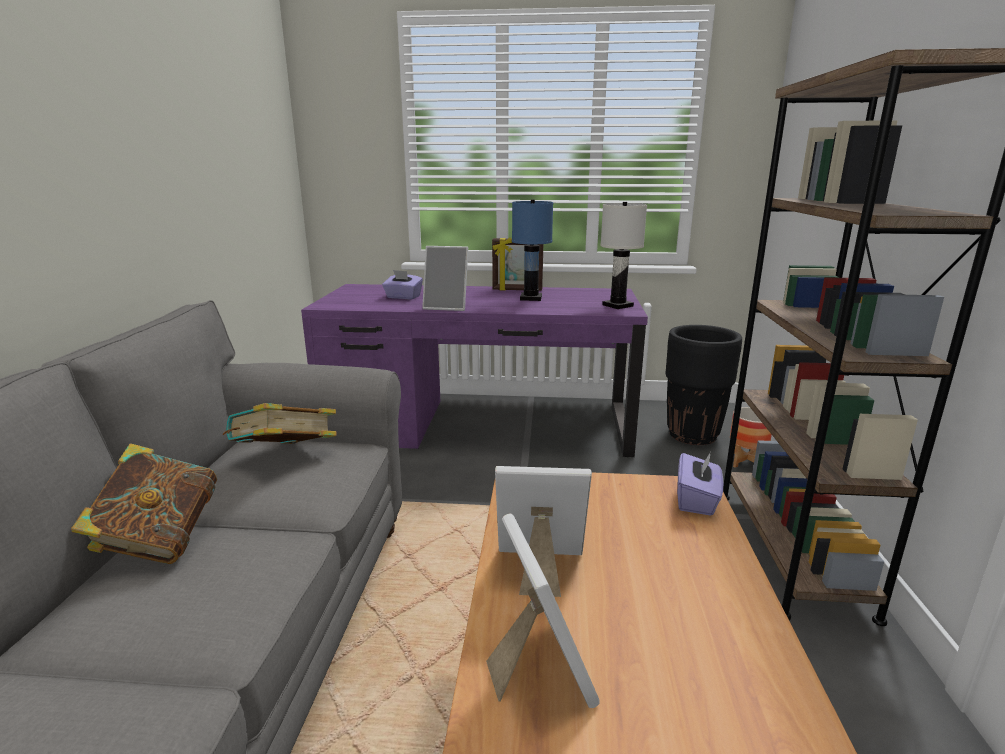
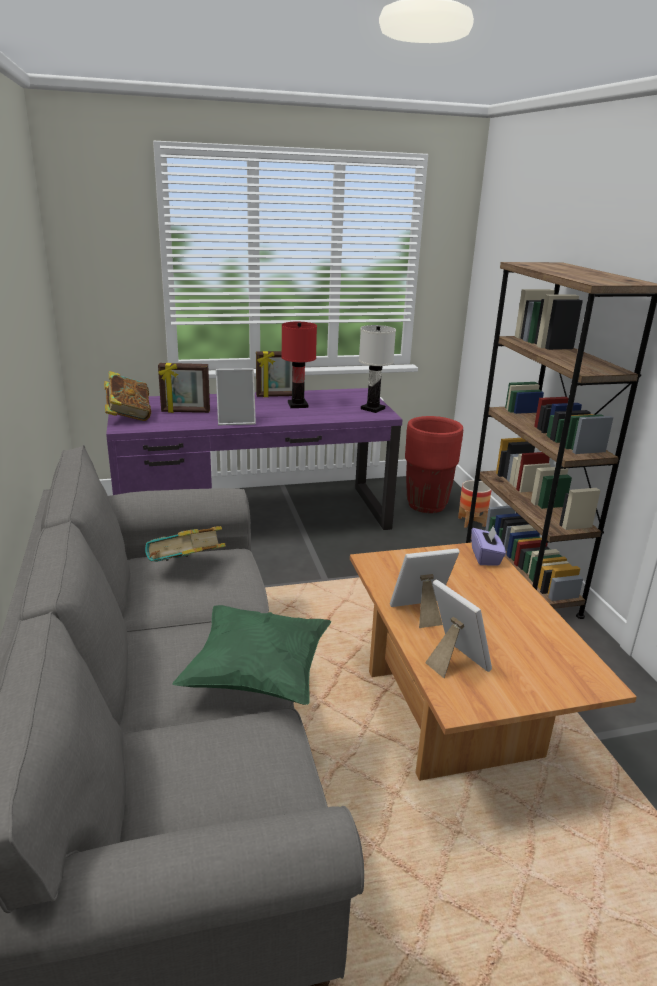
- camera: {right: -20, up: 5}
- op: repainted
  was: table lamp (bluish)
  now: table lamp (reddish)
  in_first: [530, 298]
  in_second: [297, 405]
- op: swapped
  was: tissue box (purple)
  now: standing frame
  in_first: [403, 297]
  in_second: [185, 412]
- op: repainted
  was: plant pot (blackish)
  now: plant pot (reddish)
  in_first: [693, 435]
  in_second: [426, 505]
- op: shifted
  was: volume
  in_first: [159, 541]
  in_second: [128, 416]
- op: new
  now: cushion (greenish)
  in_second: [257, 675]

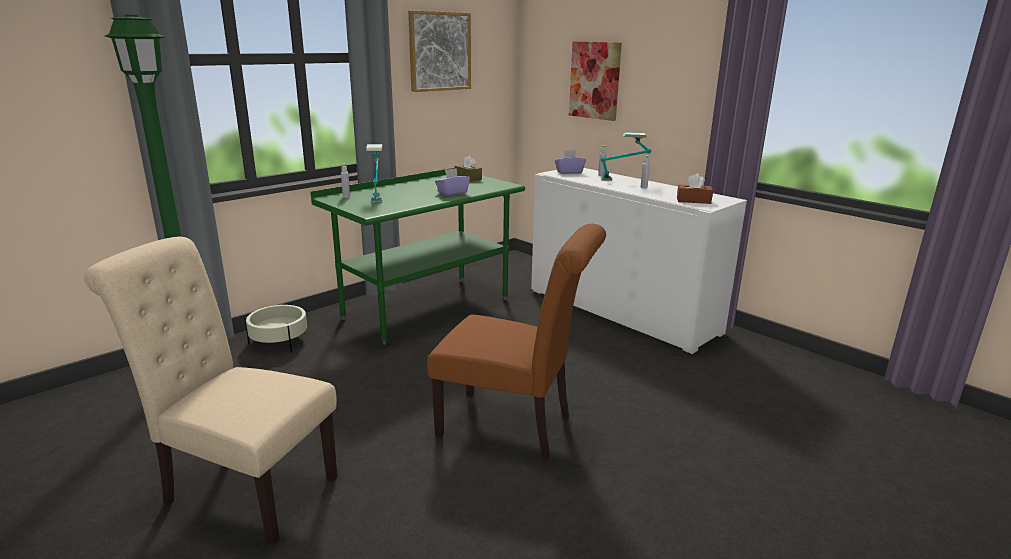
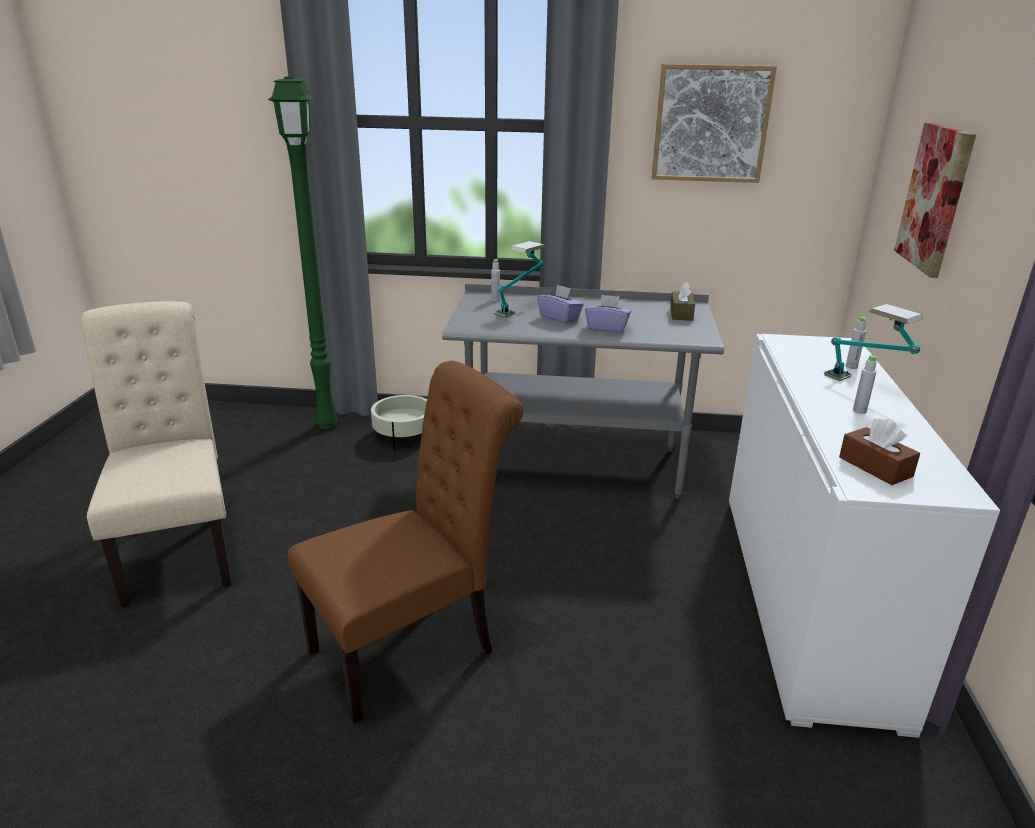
- camera: {right: 50, up: 5}
- op: shifted
  was: tissue box (purple)
  in_first: [569, 172]
  in_second: [559, 318]
- op: repainted
  was: desk (greenish)
  now: desk (gray)
  in_first: [427, 308]
  in_second: [574, 465]
- op: rotated
  was: chair (brown-coloured)
  in_first: [513, 427]
  in_second: [412, 647]
  clockwise: -105

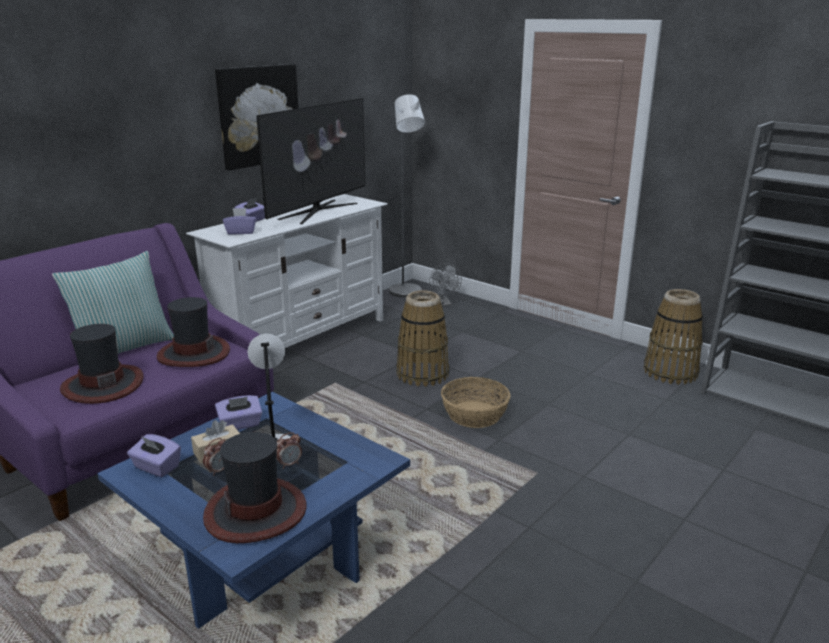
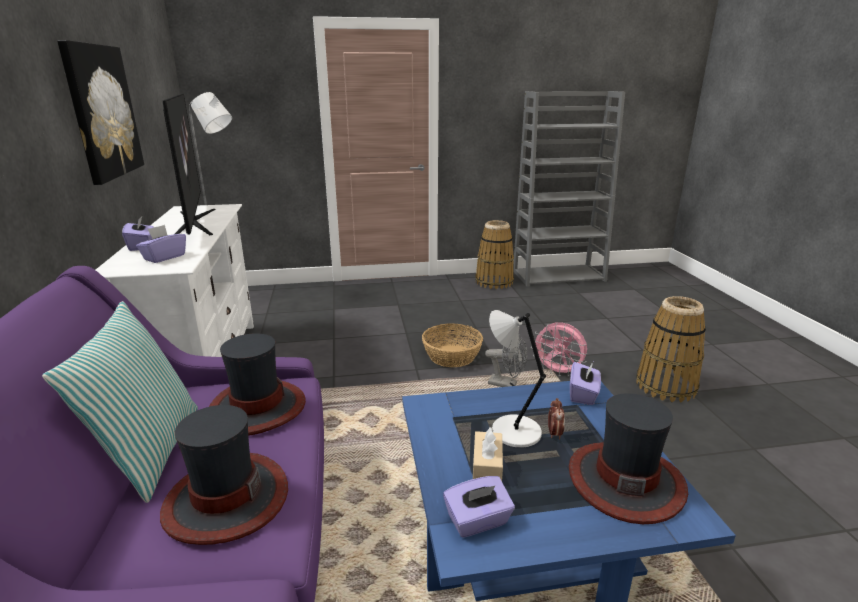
- camera: {right: -50, up: 0}
- op: shifted
  was: electric fan (gray)
  in_first: [444, 304]
  in_second: [507, 384]
- op: shifted
  was: basket
  in_first: [422, 374]
  in_second: [666, 386]
- op: shifted
  was: tissue box (purple)
  in_first: [240, 424]
  in_second: [583, 394]
- op: gone
  was: alarm clock
  in_first: [218, 470]
- op: new
  now: electric fan (pink-coloured)
  in_second: [558, 372]

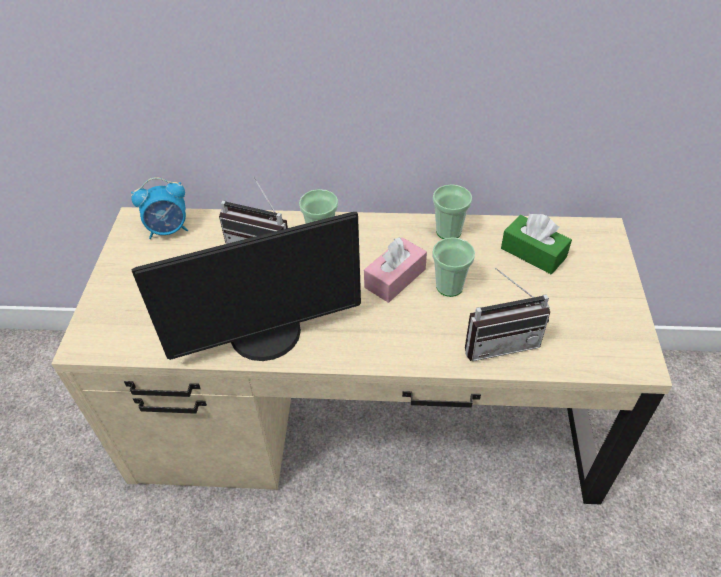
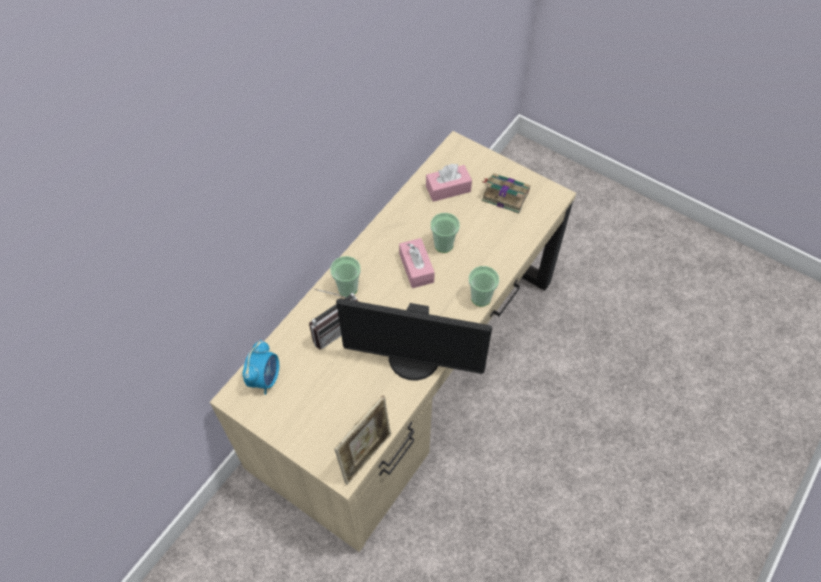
- camera: {right: -60, up: 10}
- op: shifted
  was: cup
  in_first: [448, 231]
  in_second: [481, 298]
- op: rotated
  was: computer display
  in_first: [266, 335]
  in_second: [413, 360]
  clockwise: 90
- op: repainted
  was: tissue box (greenish)
  now: tissue box (pink-coloured)
  in_first: [533, 253]
  in_second: [448, 189]
- op: gone
  was: radio
  in_first: [499, 341]
- op: new
  now: volume
  in_second: [504, 194]
- op: new
  now: standing frame
  in_second: [366, 456]

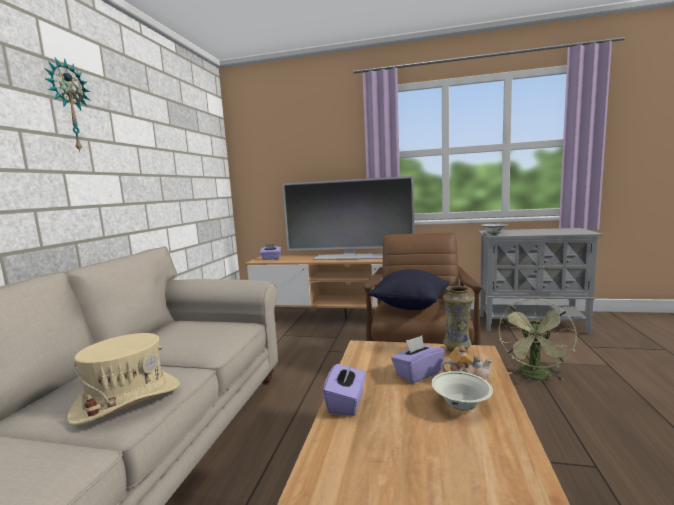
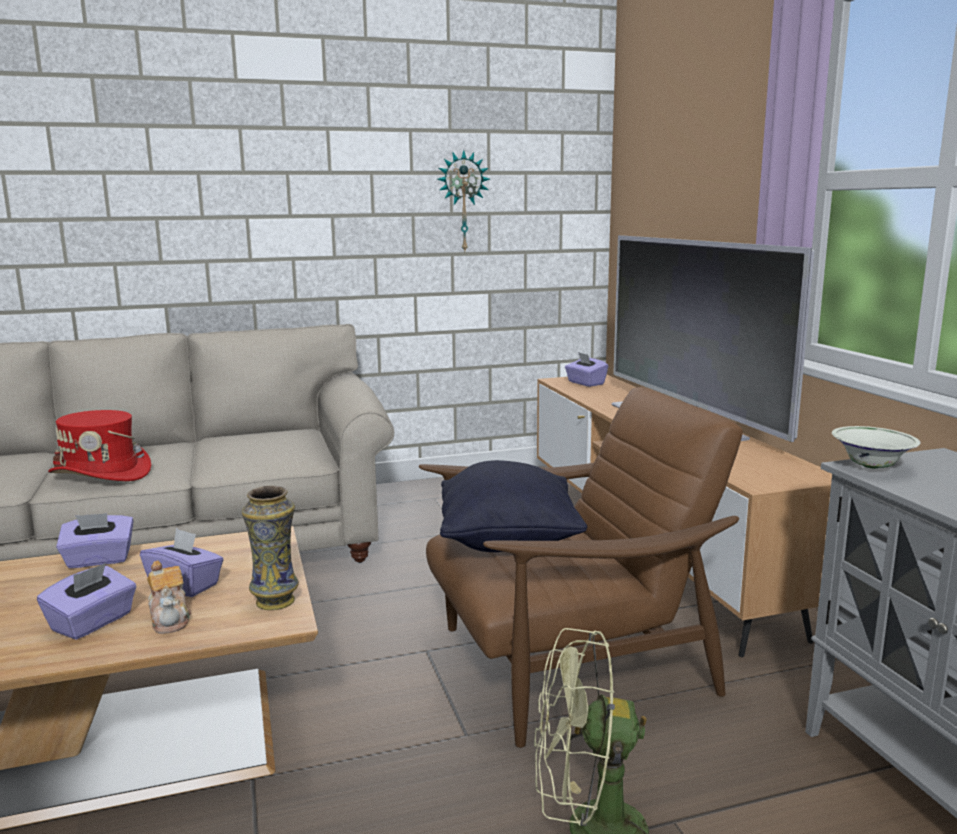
- camera: {right: 60, up: 5}
- op: shifted
  was: wall clock
  in_first: [69, 106]
  in_second: [462, 202]
- op: repainted
  was: clothing hat (sand-coloured)
  now: clothing hat (reddish)
  in_first: [127, 400]
  in_second: [102, 473]
- op: swapped
  was: serving bowl (whitish)
  now: tissue box (purple)
  in_first: [460, 406]
  in_second: [93, 623]

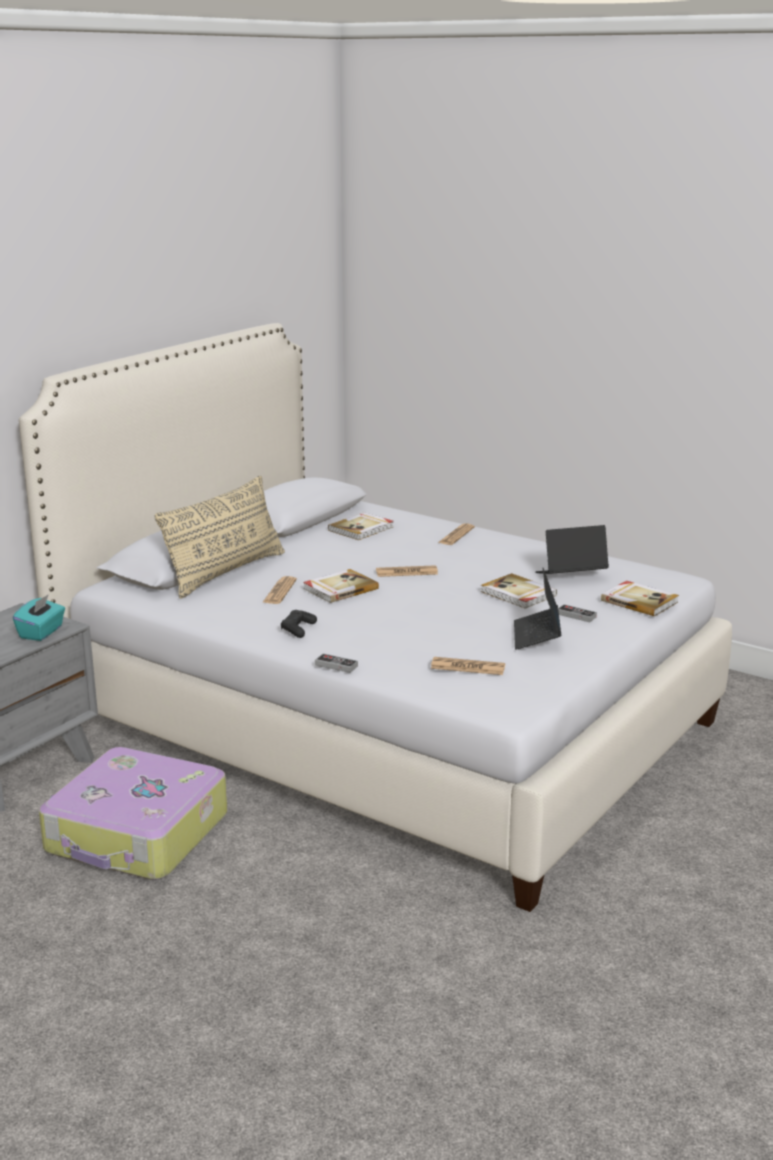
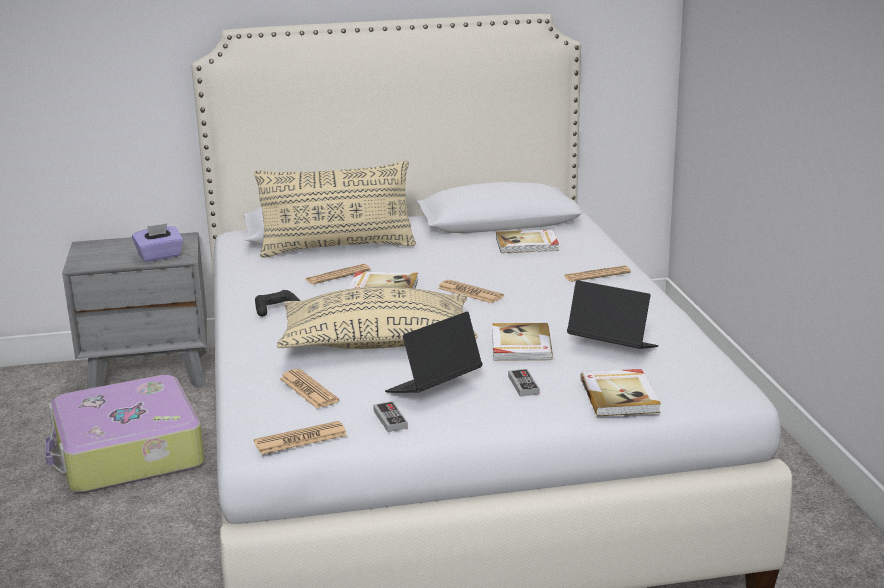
- camera: {right: 45, up: 0}
- op: repainted
  was: tissue box (blue-green)
  now: tissue box (purple)
  in_first: [41, 632]
  in_second: [160, 256]
- op: shifted
  was: gamepad
  in_first: [336, 665]
  in_second: [390, 419]
- op: new
  now: cushion (sand-coloured)
  in_second: [378, 343]
- op: new
  now: daily paper
  in_second: [300, 439]

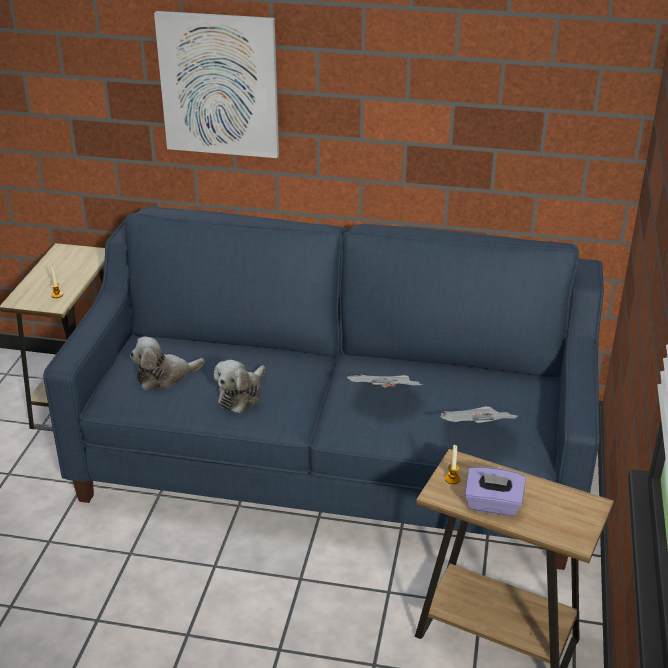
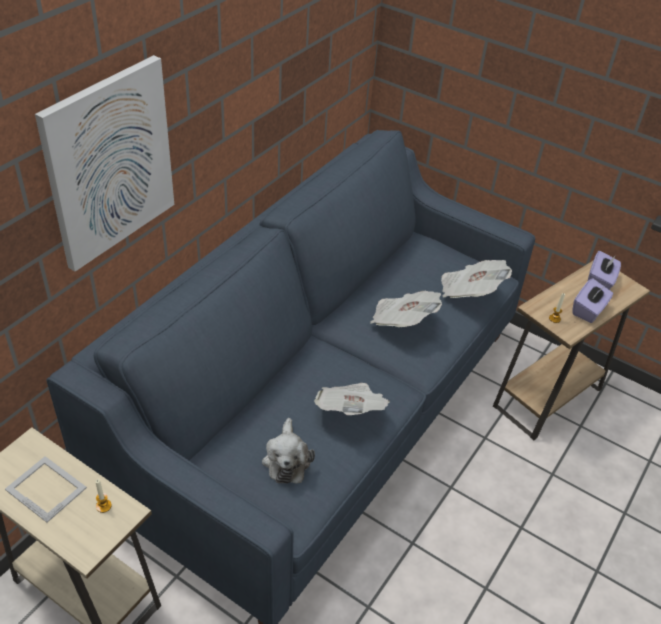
- camera: {right: -70, up: 10}
- op: swapped
  was: soft toy
  now: daily paper
  in_first: [241, 395]
  in_second: [350, 411]
- op: new
  now: tissue box (purple)
  in_second: [600, 281]
- op: new
  now: standing frame
  in_second: [46, 487]

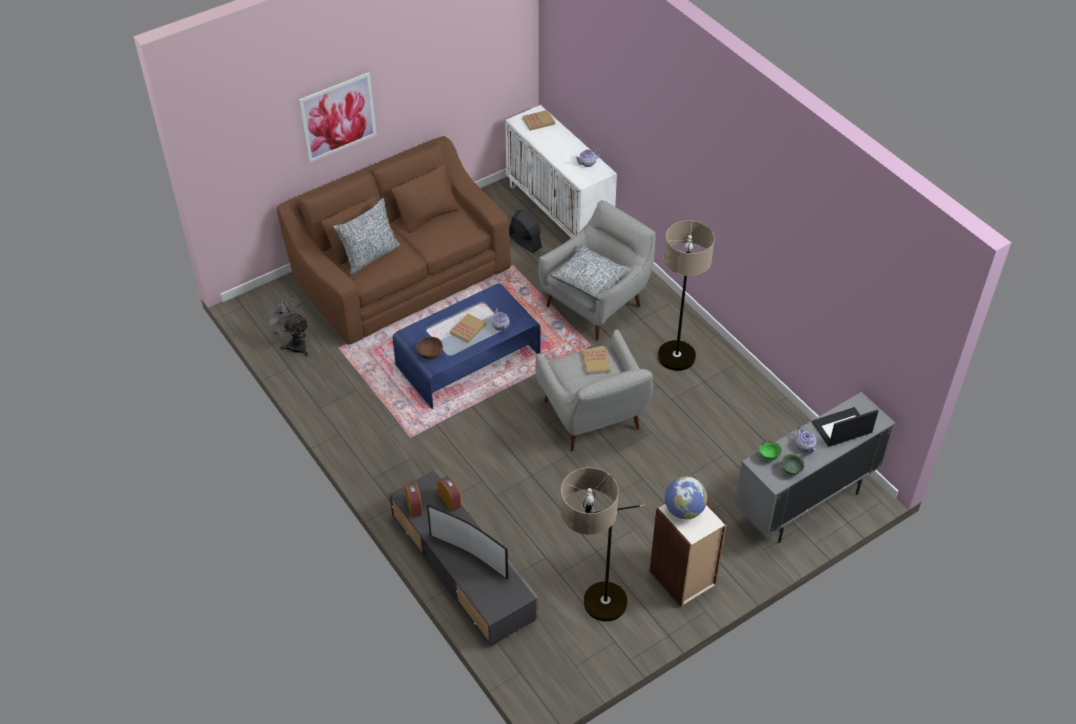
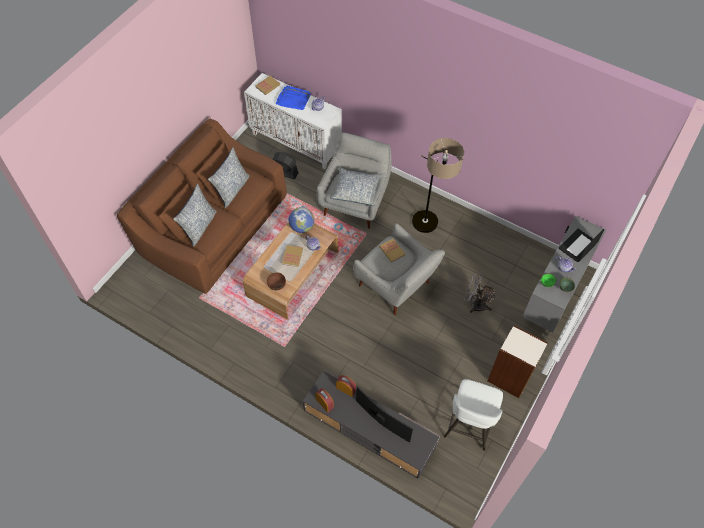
- camera: {right: -25, up: 10}
- op: gone
  was: picture
  in_first: [338, 117]
- op: repainted
  was: low table (bluish)
  now: low table (brown-coloured)
  in_first: [468, 359]
  in_second: [292, 274]
- op: shifted
  was: electric fan (gray)
  in_first: [294, 343]
  in_second: [475, 304]
- op: swapped
  was: floor lamp
  now: sitting stool (whitish)
  in_first: [593, 613]
  in_second: [468, 426]
- op: shifted
  was: desk globe
  in_first: [684, 510]
  in_second: [302, 227]
- op: rotated
  was: TV set
  in_first: [470, 554]
  in_second: [381, 423]
  clockwise: -150
- op: new
  now: serving tray (bluish)
  in_second: [293, 99]
- op: new
  now: cushion
  in_second: [232, 189]

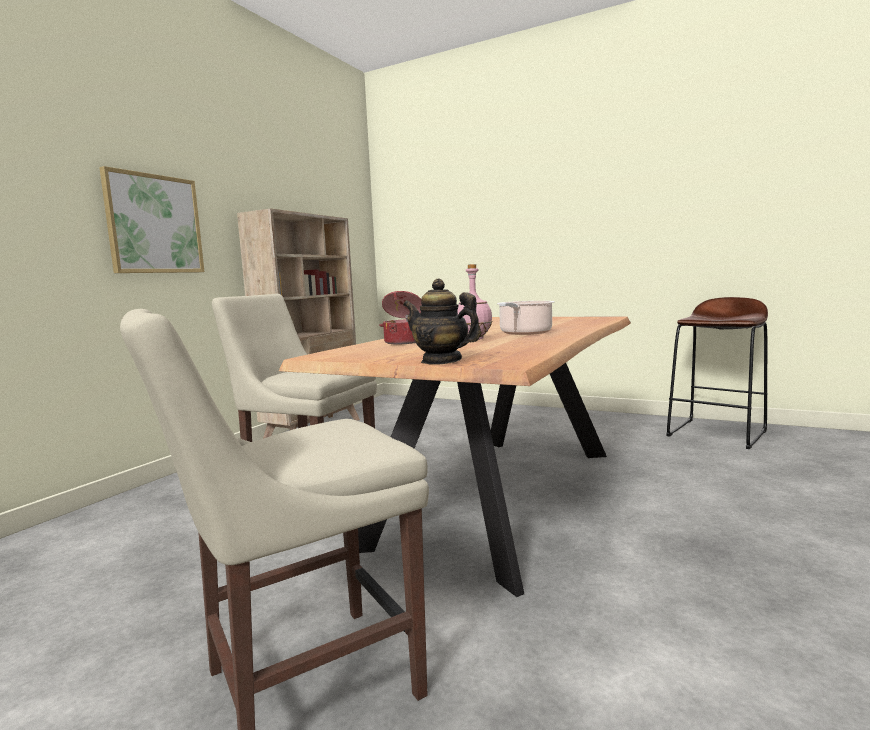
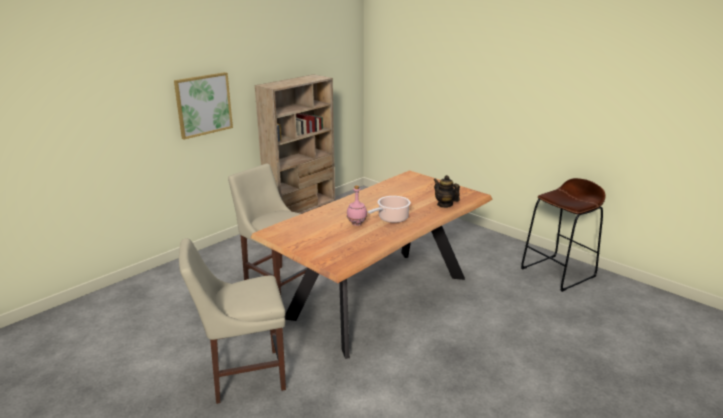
- camera: {right: 15, up: 15}
- op: shifted
  was: pot for tea
  in_first: [441, 361]
  in_second: [445, 204]
- op: gone
  was: cooking pot
  in_first: [404, 342]

